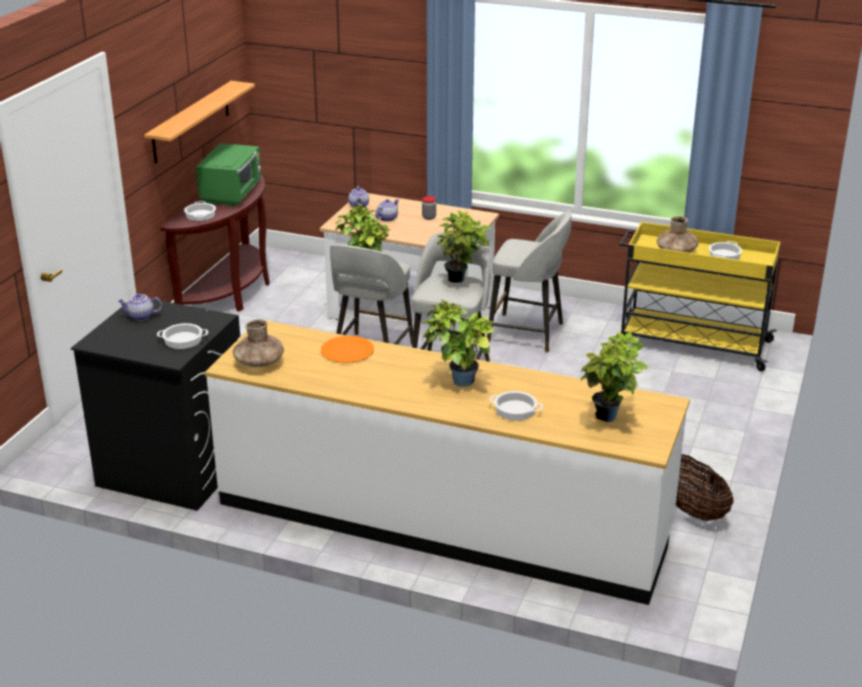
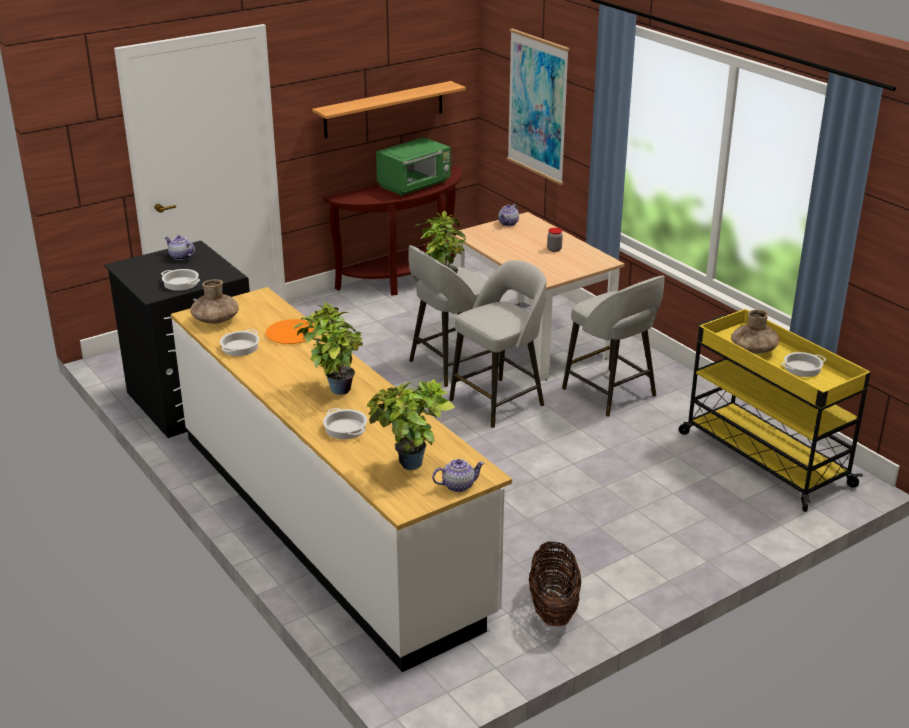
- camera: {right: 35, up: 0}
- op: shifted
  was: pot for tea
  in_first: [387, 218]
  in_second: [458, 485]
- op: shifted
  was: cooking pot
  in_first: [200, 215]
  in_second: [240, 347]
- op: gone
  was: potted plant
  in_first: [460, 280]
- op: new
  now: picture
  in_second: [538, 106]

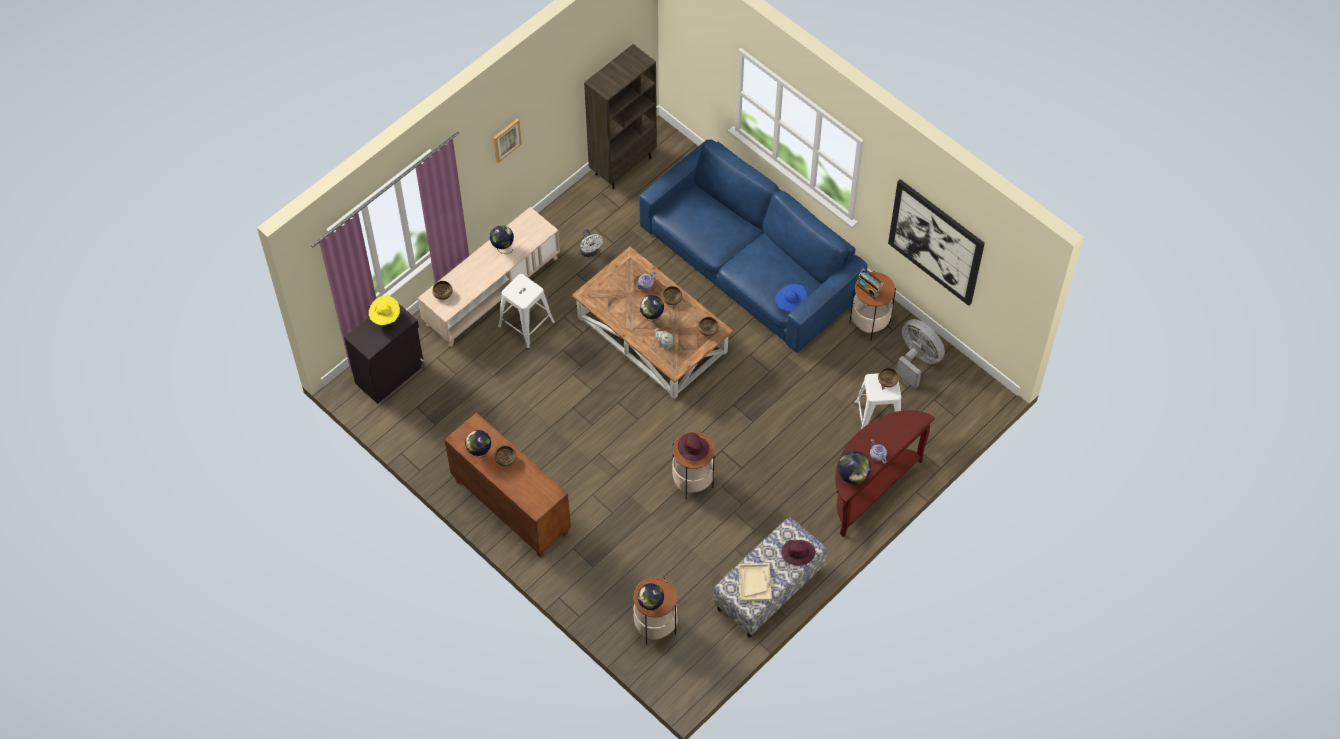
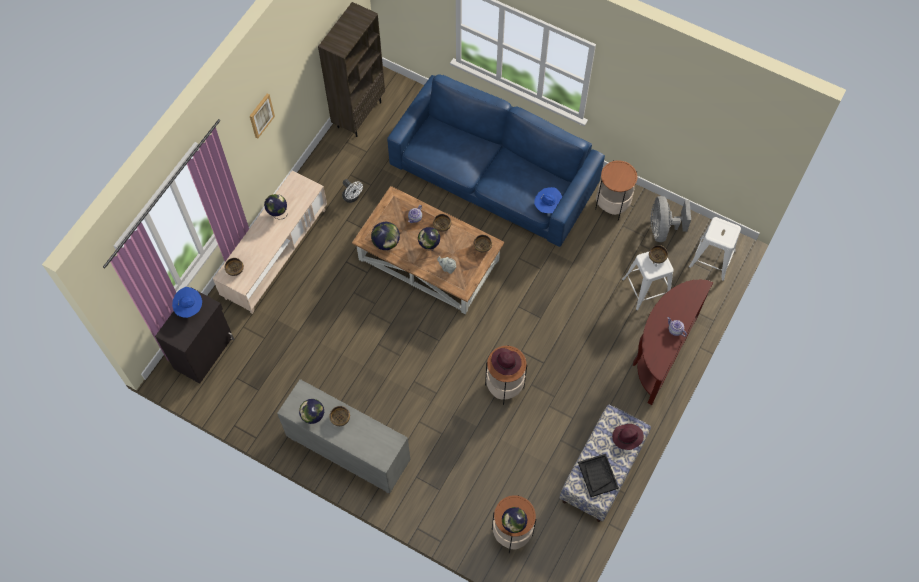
- camera: {right: -15, up: 5}
- op: gone
  was: picture
  in_first: [936, 242]
- op: gone
  was: radio
  in_first: [869, 289]
- op: shifted
  was: sitting stool (whitish)
  in_first: [526, 324]
  in_second: [711, 259]
- op: repainted
  was: clothing hat (yellowish)
  now: clothing hat (bluish)
  in_first: [385, 318]
  in_second: [189, 308]
- op: rotated
  was: electric fan (gray)
  in_first: [917, 360]
  in_second: [663, 228]
  clockwise: -120
- op: repainted
  was: storage cabinet (brown-coloured)
  now: storage cabinet (gray)
  in_first: [510, 507]
  in_second: [348, 452]
- op: shifted
  was: desk globe
  in_first: [852, 475]
  in_second: [386, 242]
- op: repainted
  was: serving tray (sand-coloured)
  now: serving tray (blackish)
  in_first: [754, 582]
  in_second: [597, 475]

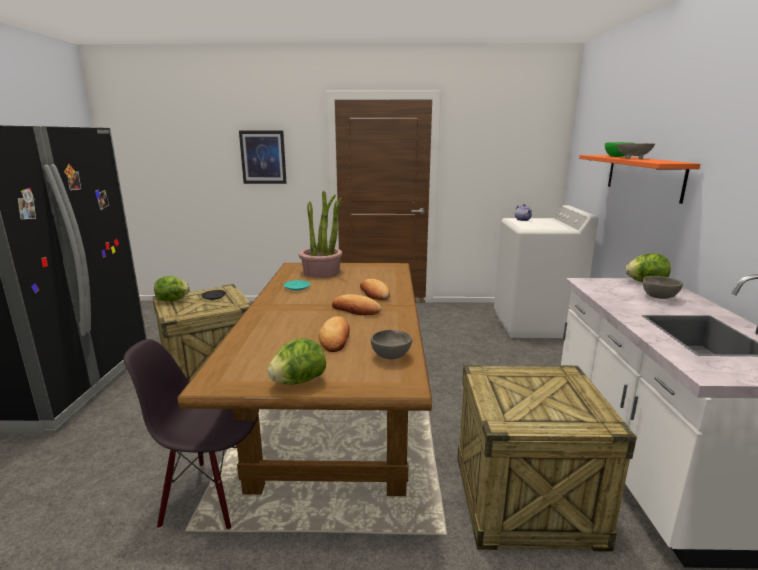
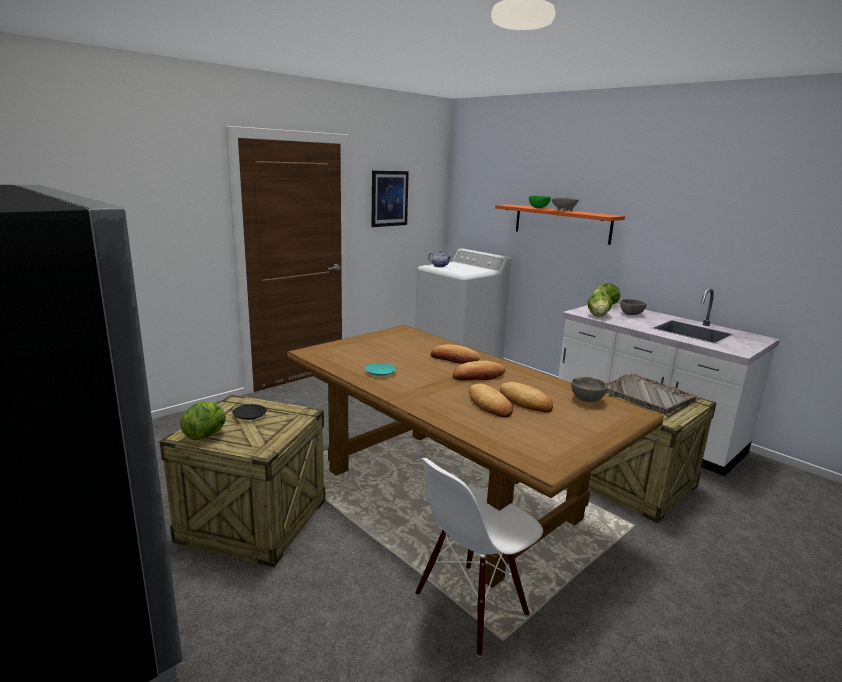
- camera: {right: -45, up: 0}
- op: shifted
  was: picture
  in_first: [263, 157]
  in_second: [389, 198]
- op: gone
  was: potted plant
  in_first: [322, 272]
- op: shifted
  was: lettuce
  in_first: [298, 381]
  in_second: [598, 315]
- op: repainted
  was: chair (blackish)
  now: chair (whitish)
  in_first: [211, 495]
  in_second: [471, 606]
- op: new
  now: serving tray (gray)
  in_second: [647, 395]
- op: new
  now: bread
  in_second: [489, 404]

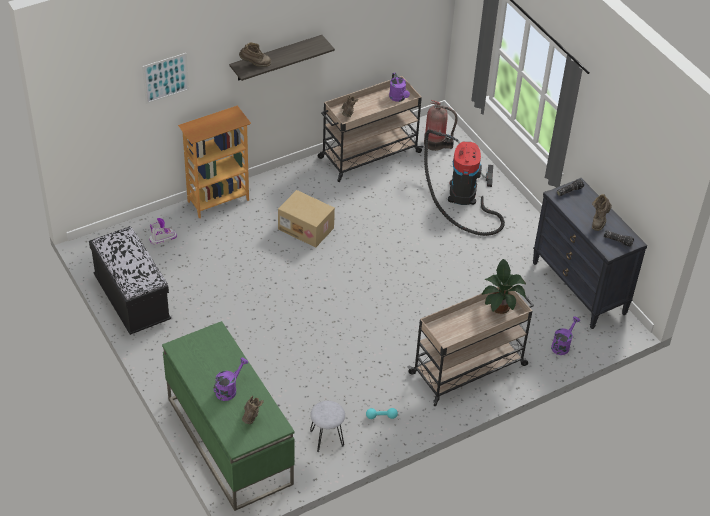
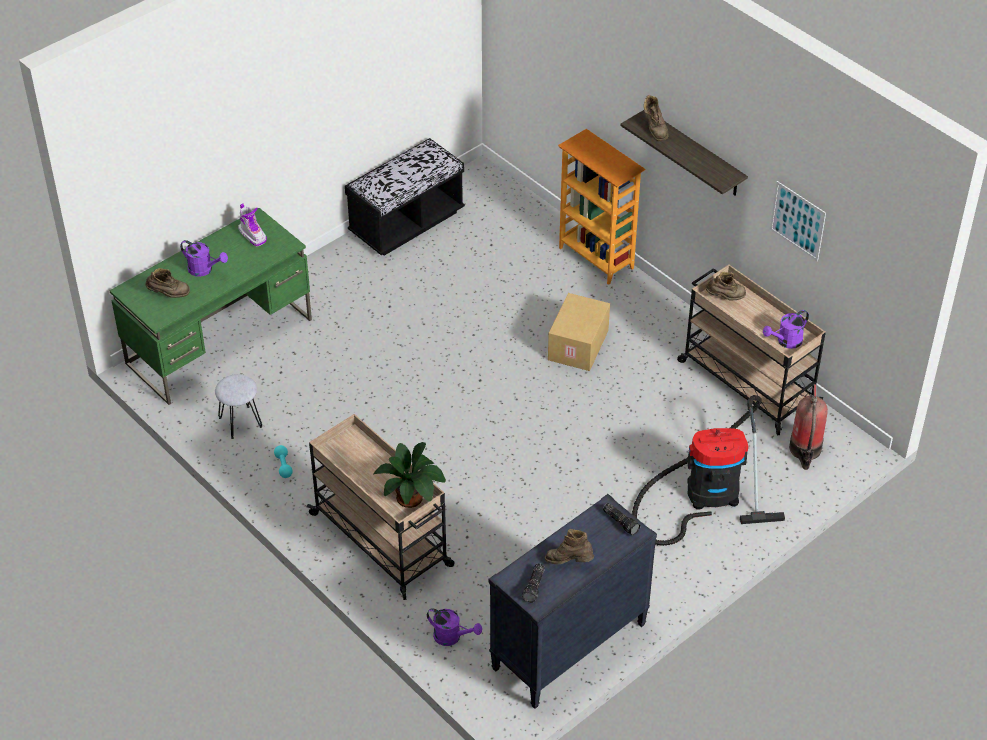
- camera: {right: 80, up: 0}
- op: shifted
  was: picture
  in_first: [165, 78]
  in_second: [797, 220]
- op: shifted
  was: high-top boot
  in_first: [162, 238]
  in_second: [253, 235]

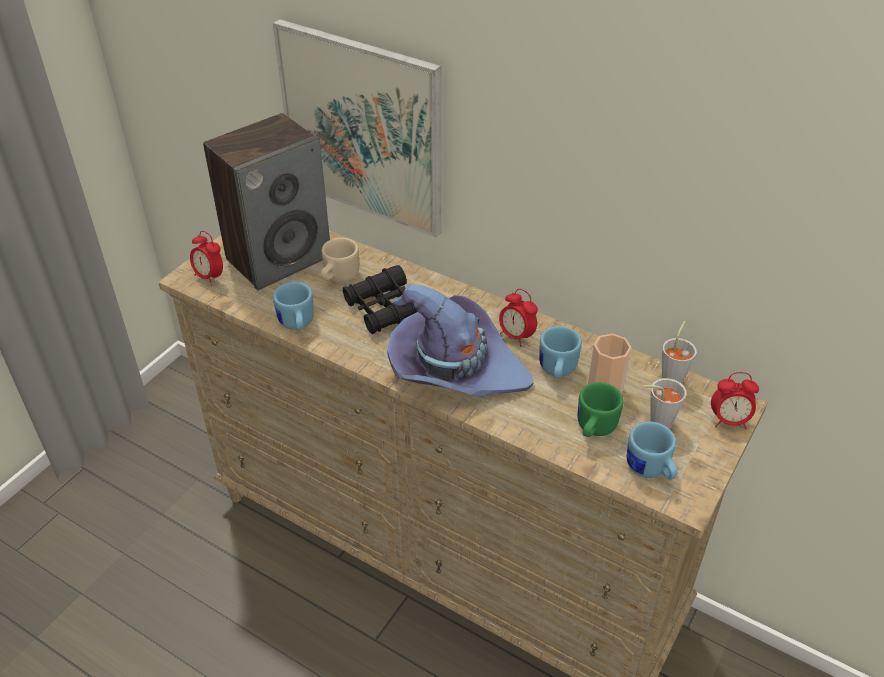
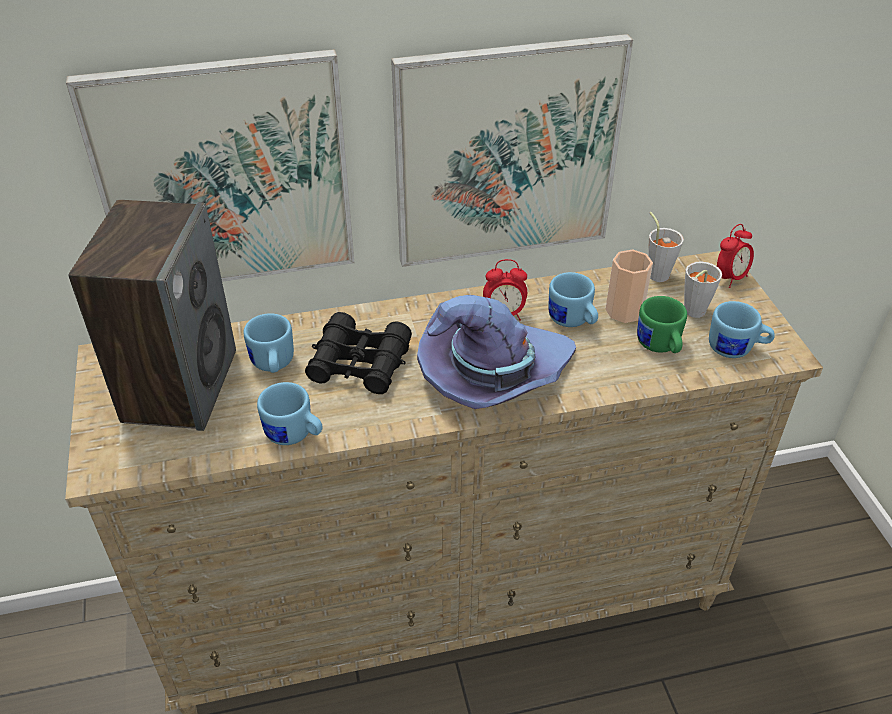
- camera: {right: -45, up: 0}
- op: gone
  was: alarm clock
  in_first: [209, 277]
- op: repainted
  was: tea mug (sand-coloured)
  now: tea mug (bluish)
  in_first: [338, 278]
  in_second: [272, 365]
- op: new
  now: picture
  in_second: [506, 153]

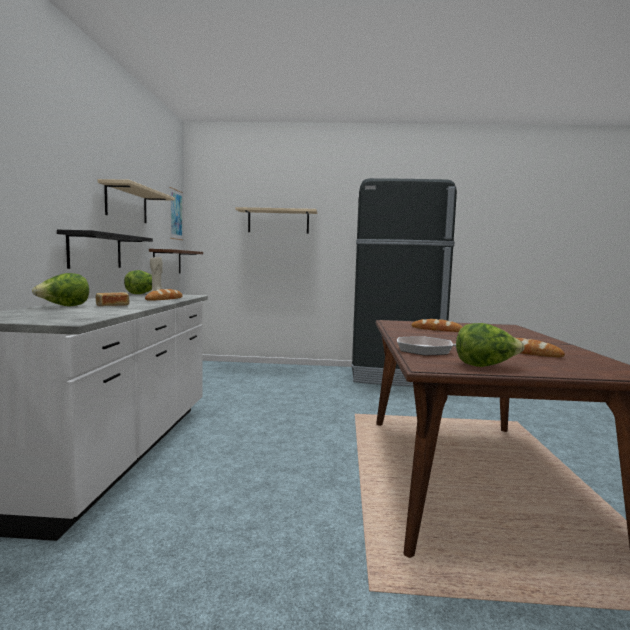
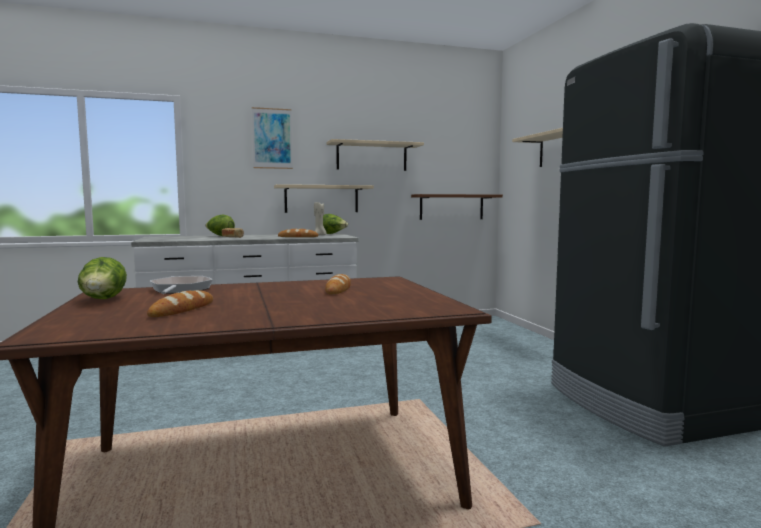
- camera: {right: 70, up: 0}
- op: shifted
  was: picture
  in_first: [176, 214]
  in_second: [272, 138]
- op: repainted
  was: shelf (blackish)
  now: shelf (sand-coloured)
  in_first: [95, 251]
  in_second: [321, 199]

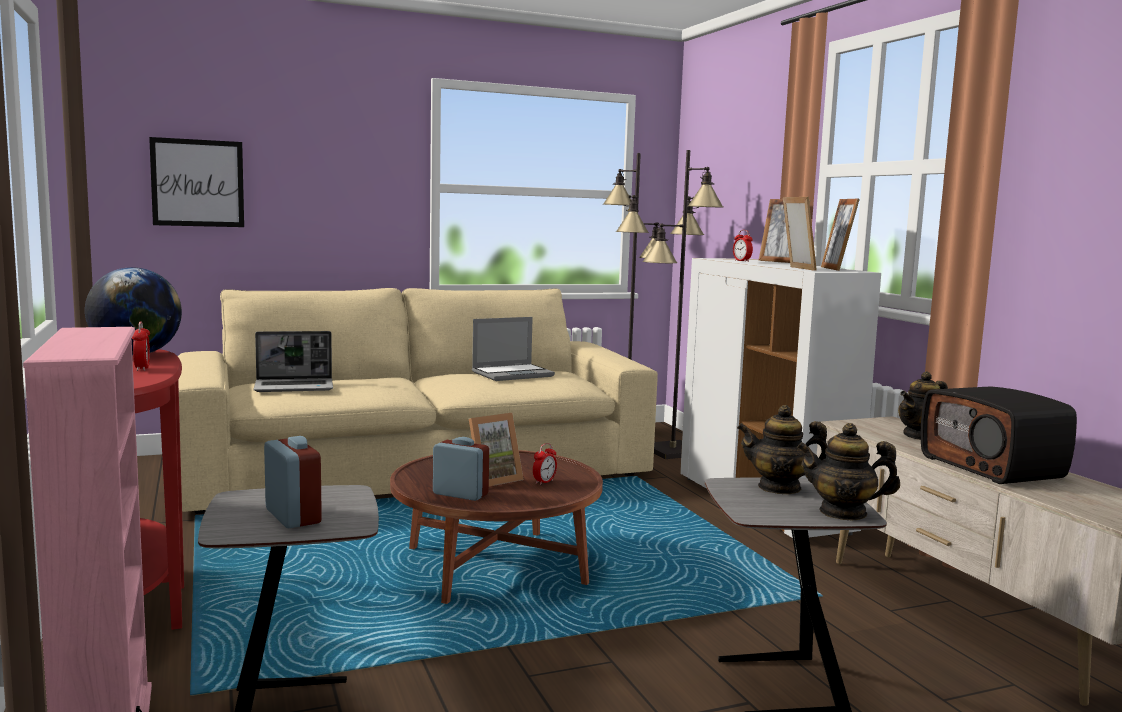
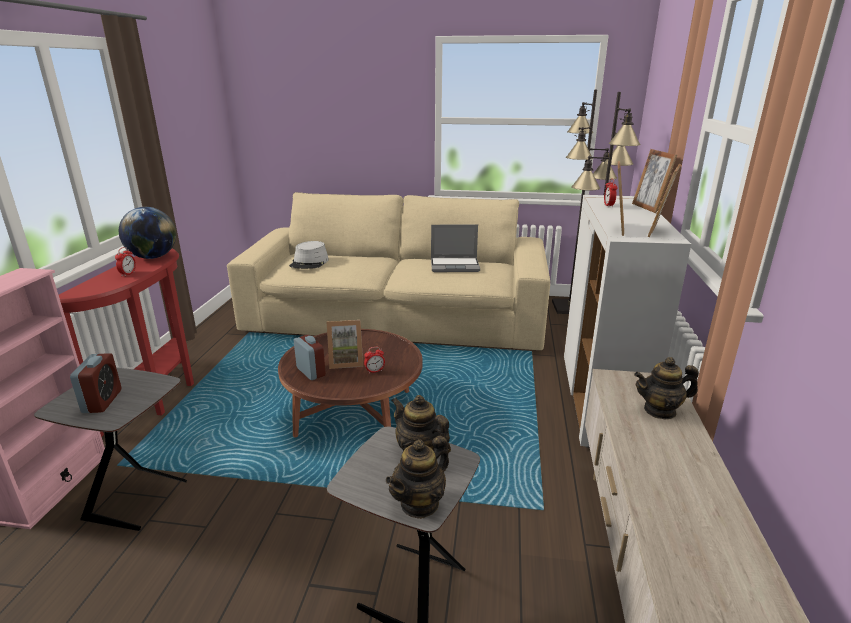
- camera: {right: 30, up: 15}
- op: gone
  was: picture
  in_first: [198, 183]
- op: swapped
  was: portable computer
  now: clothing hat (gray)
  in_first: [295, 387]
  in_second: [309, 263]
- op: gone
  was: radio
  in_first: [993, 467]
- op: rotated
  was: pot for tea
  in_first: [843, 512]
  in_second: [420, 503]
  clockwise: -90

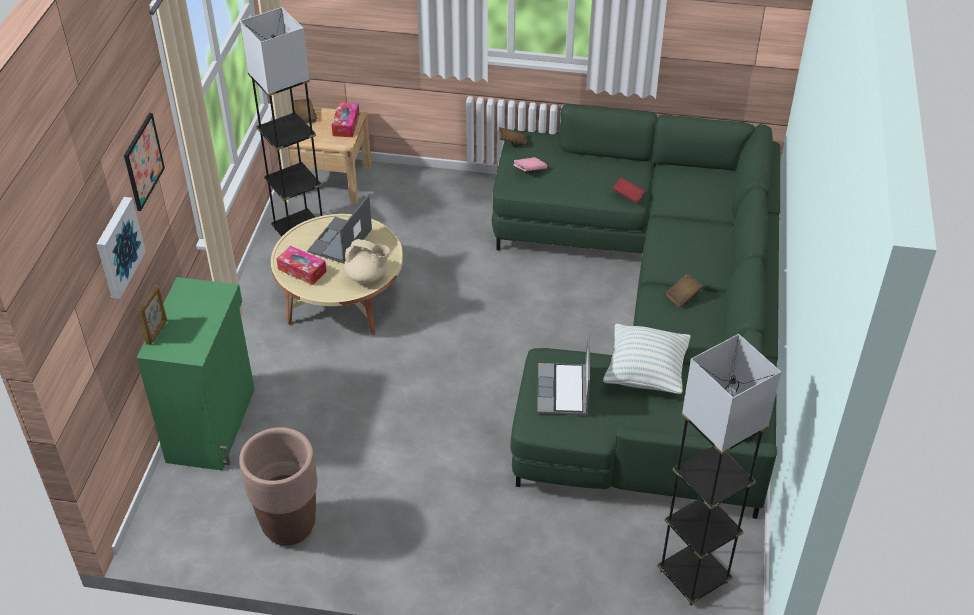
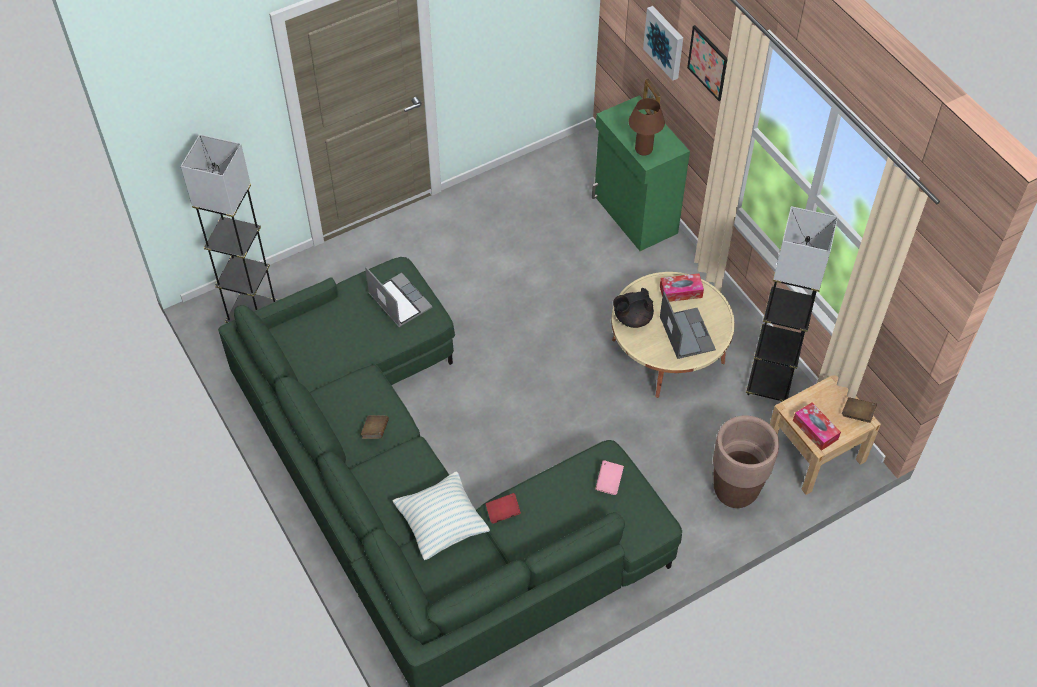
- camera: {right: 140, up: 10}
- op: gone
  was: volume (brown-coloured)
  in_first: [512, 142]
- op: repainted
  was: pot for tea (sand-coloured)
  now: pot for tea (blackish)
  in_first: [367, 276]
  in_second: [632, 318]
- op: shifted
  was: cushion
  in_first: [645, 373]
  in_second: [441, 525]
- op: shifted
  was: plant pot (brown-coloured)
  in_first: [288, 526]
  in_second: [735, 490]
- op: new
  now: table lamp (brown-coloured)
  in_second: [643, 149]

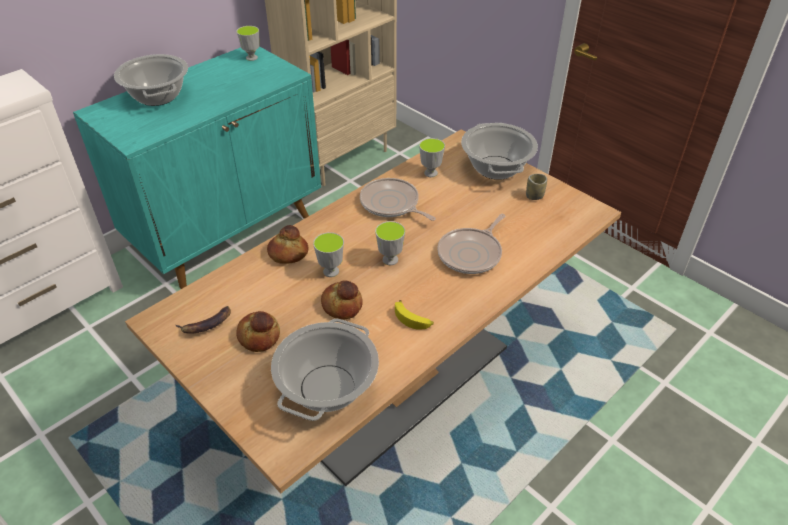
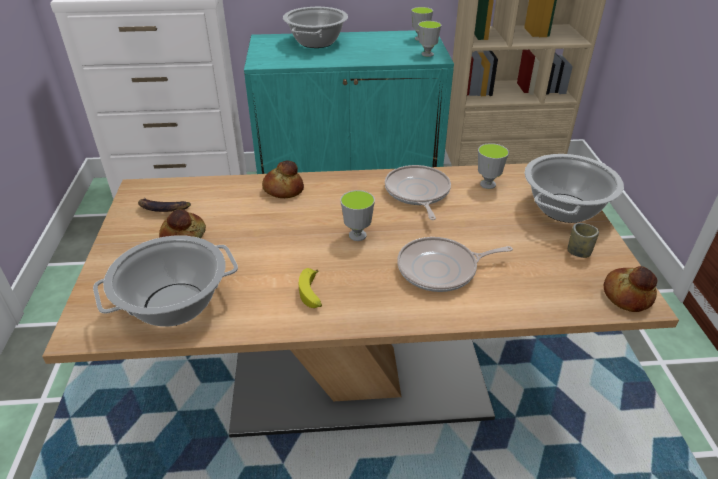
- camera: {right: 40, up: -5}
- op: shifted
  was: cup
  in_first: [331, 271]
  in_second: [427, 54]
- op: shifted
  was: bread
  in_first: [342, 305]
  in_second: [627, 295]

